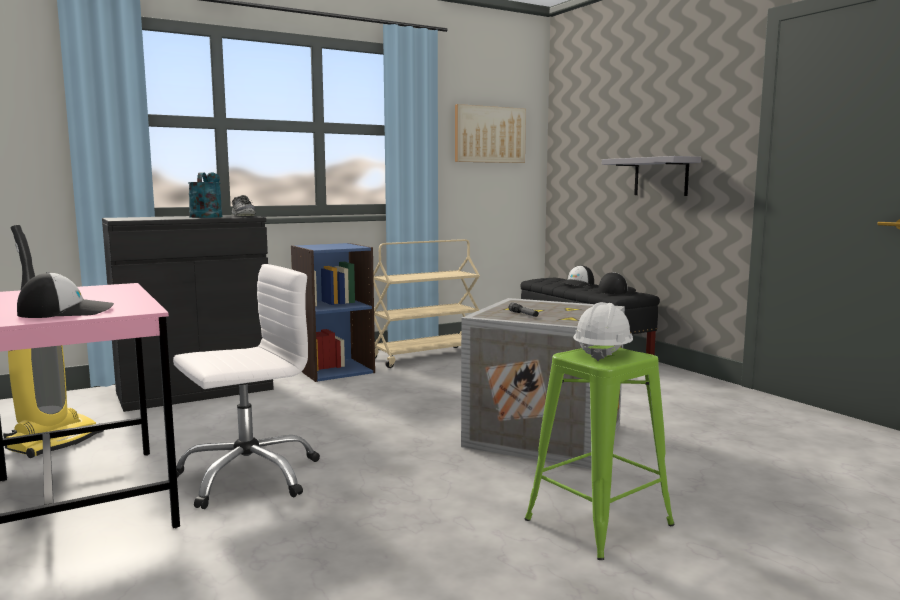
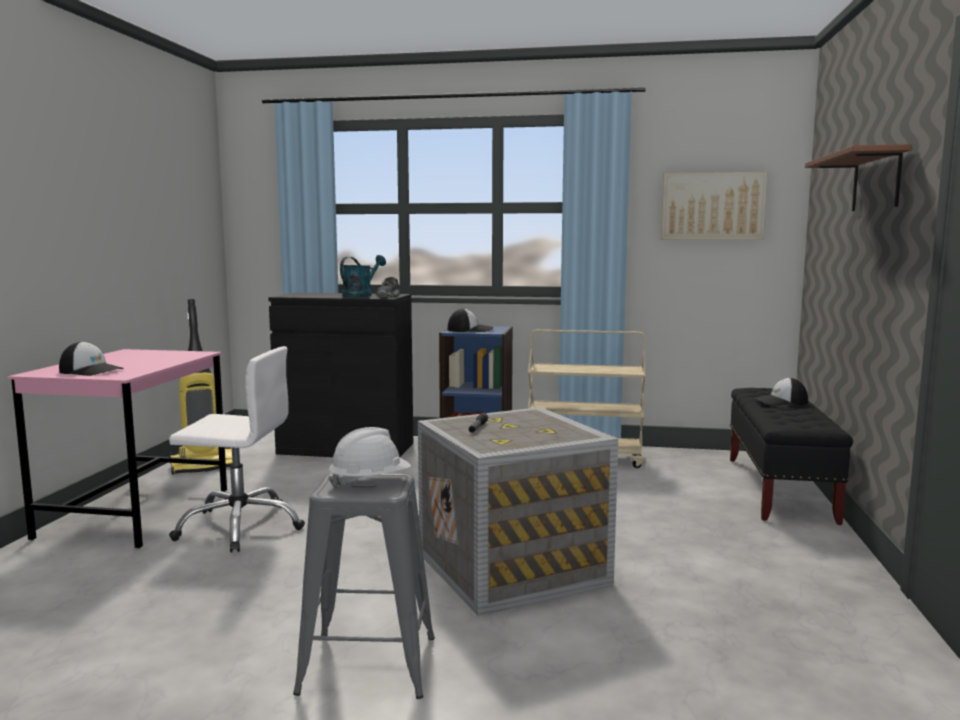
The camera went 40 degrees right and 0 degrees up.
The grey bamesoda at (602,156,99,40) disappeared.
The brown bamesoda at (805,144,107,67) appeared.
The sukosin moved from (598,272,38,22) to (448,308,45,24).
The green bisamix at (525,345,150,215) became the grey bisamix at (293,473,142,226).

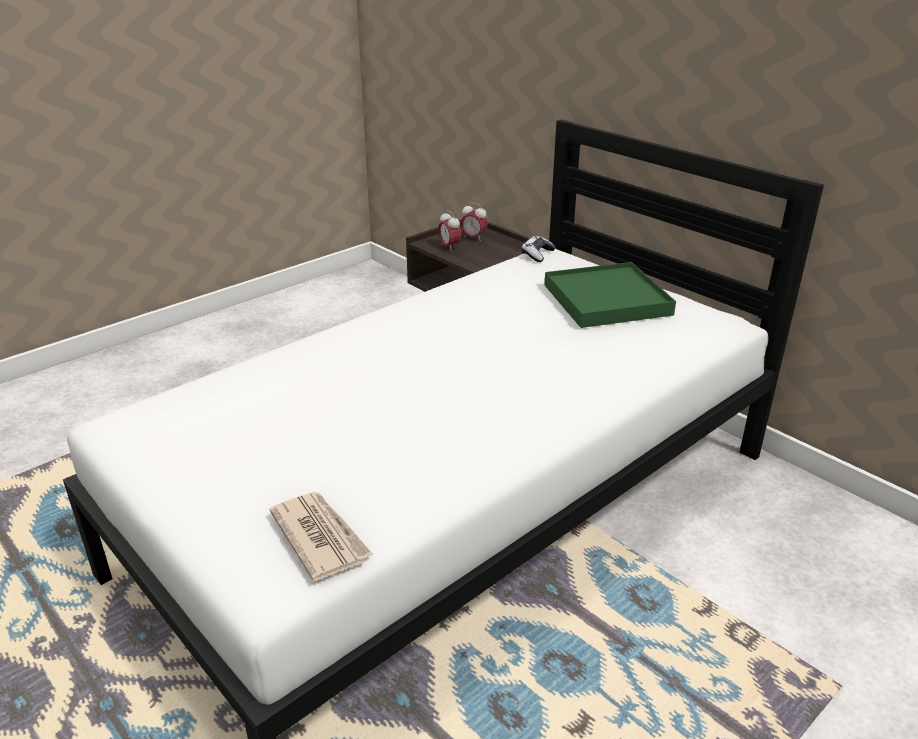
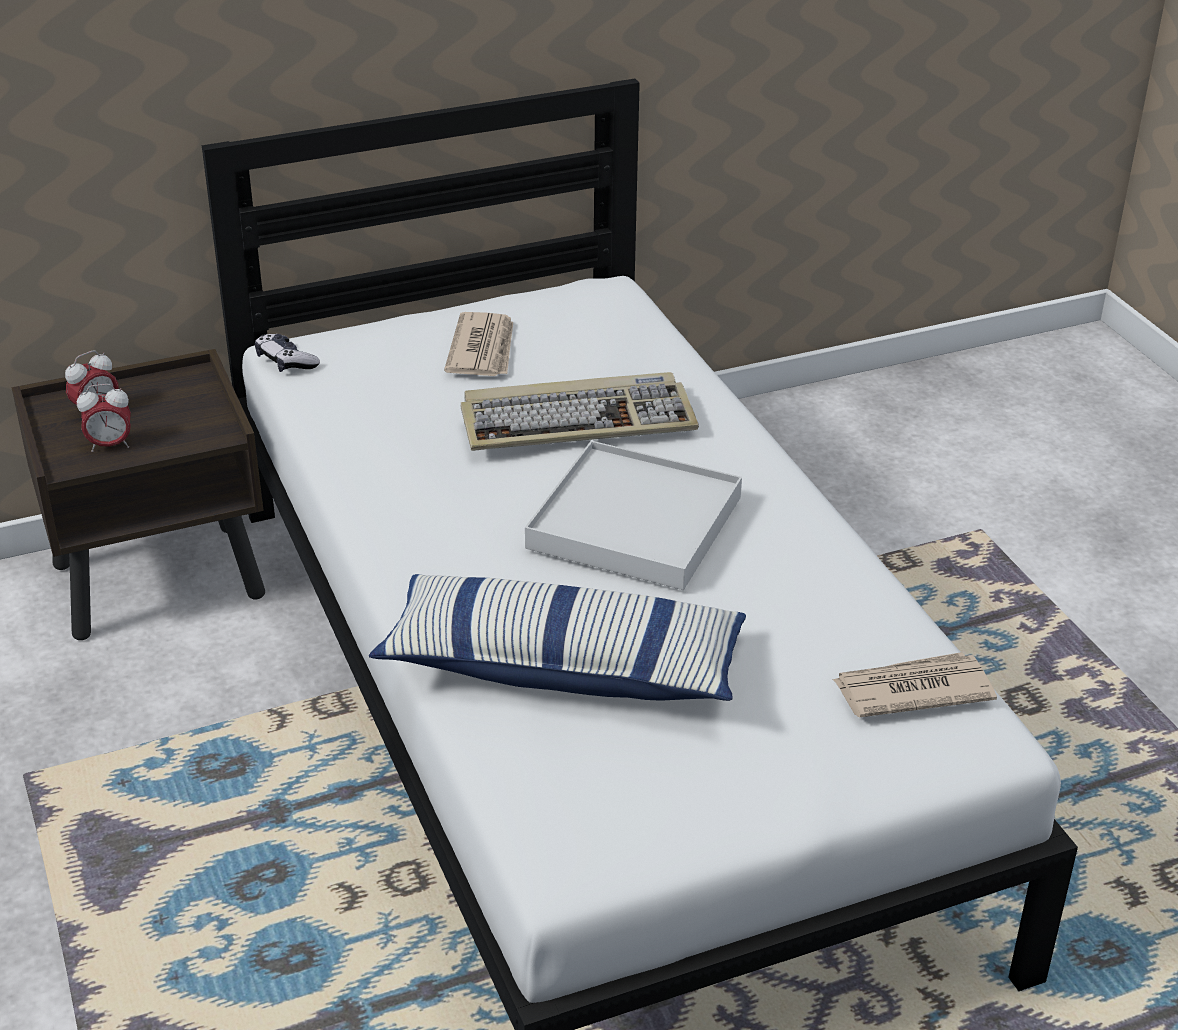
The camera went 70 degrees left and 5 degrees up.
The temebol at (369,574,377,127) appeared.
The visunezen at (460,372,239,79) appeared.
The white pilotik at (525,441,217,149) appeared.
The green pilotik at (544,262,132,66) was replaced by the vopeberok at (444,312,69,64).

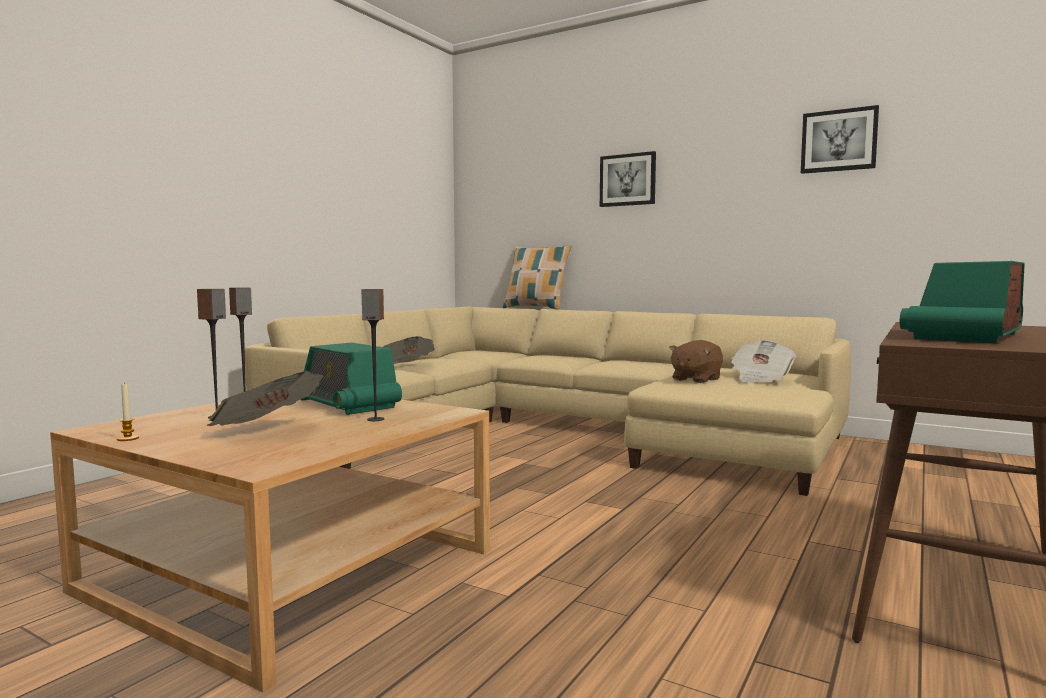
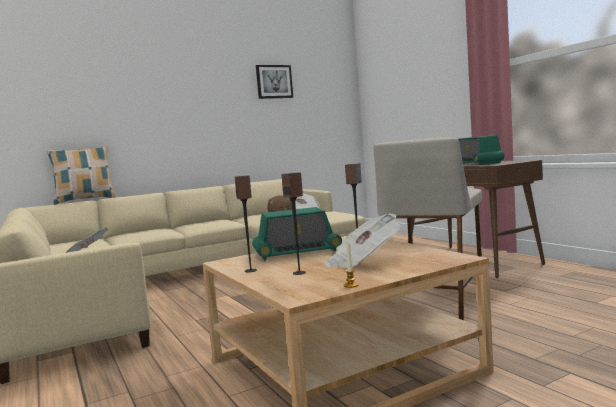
The camera went 60 degrees left and 0 degrees up.
The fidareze at (600,151,56,56) disappeared.
The beige bisamix at (374,137,108,183) appeared.

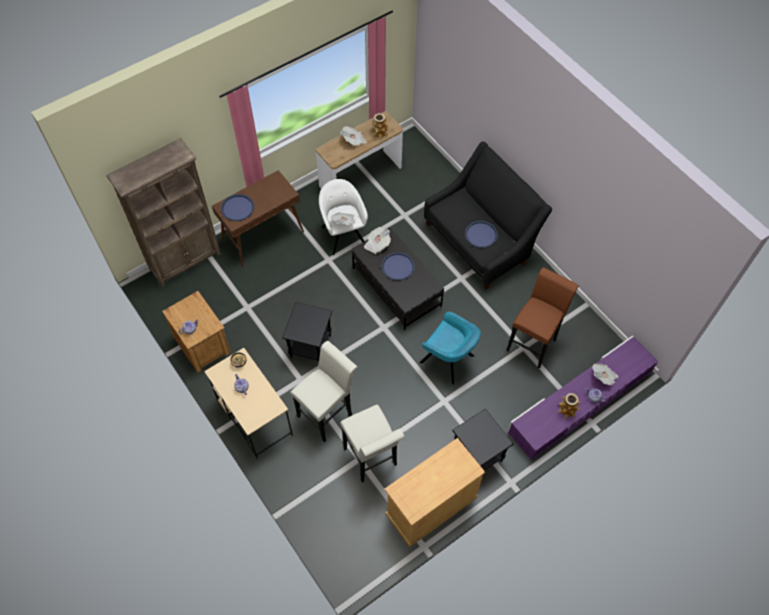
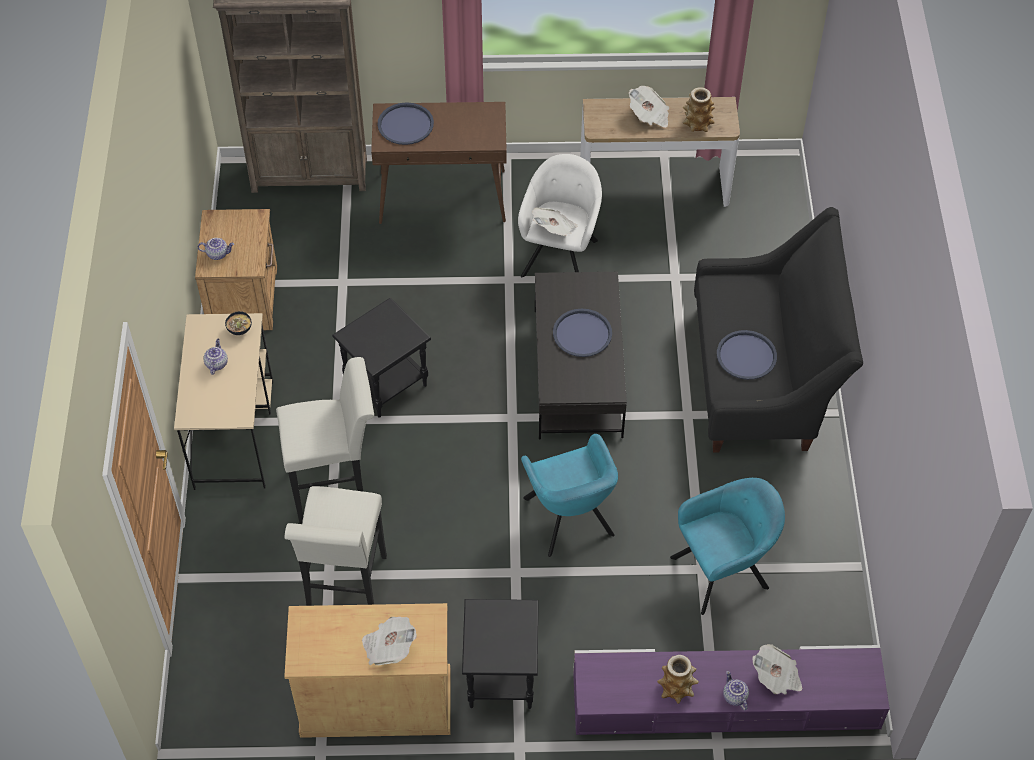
The camera went 35 degrees right and 5 degrees down.
The vopeberok moved from (364,227,27,27) to (362,616,55,49).
The brown bisamix at (506,267,73,102) was replaced by the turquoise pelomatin at (670,478,115,137).

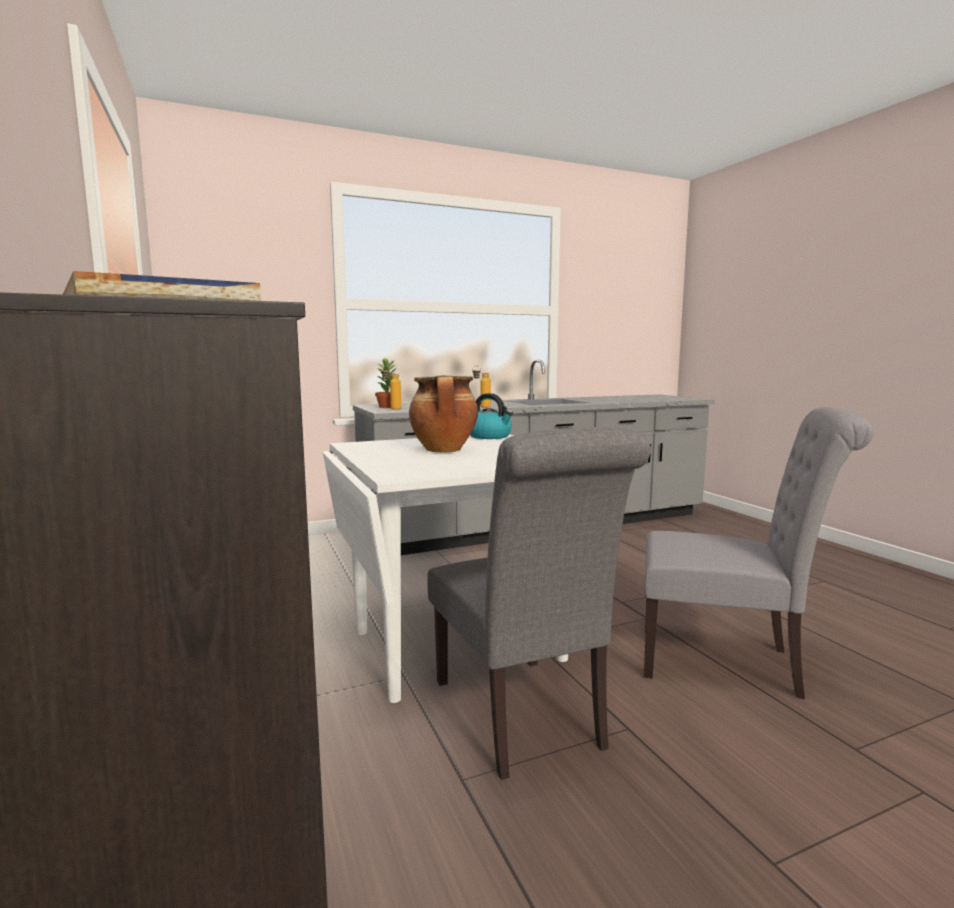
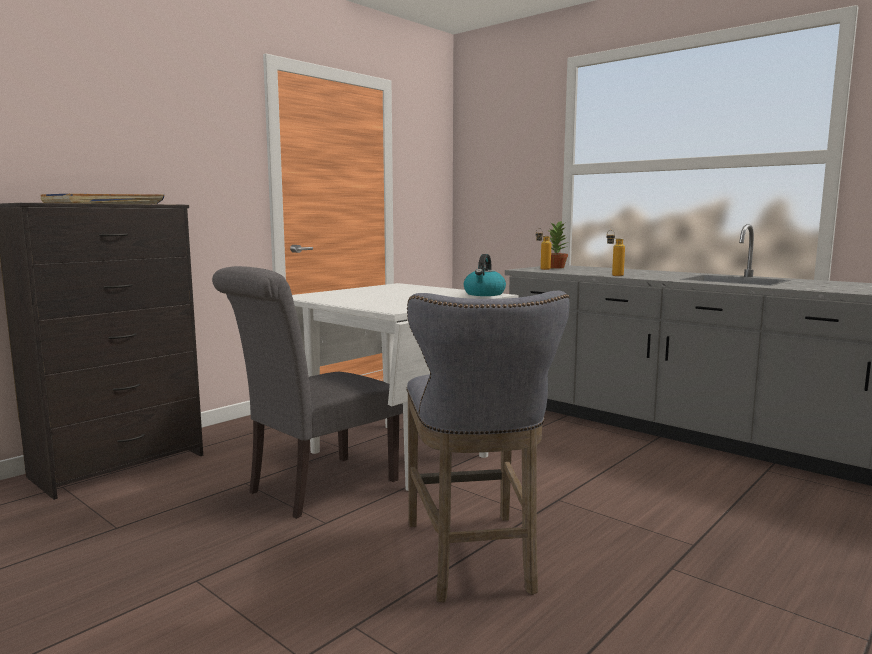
The camera went 65 degrees right and 0 degrees up.
The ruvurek at (409,375,69,77) disappeared.
The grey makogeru at (644,407,230,292) was replaced by the grey bisamix at (406,291,163,312).

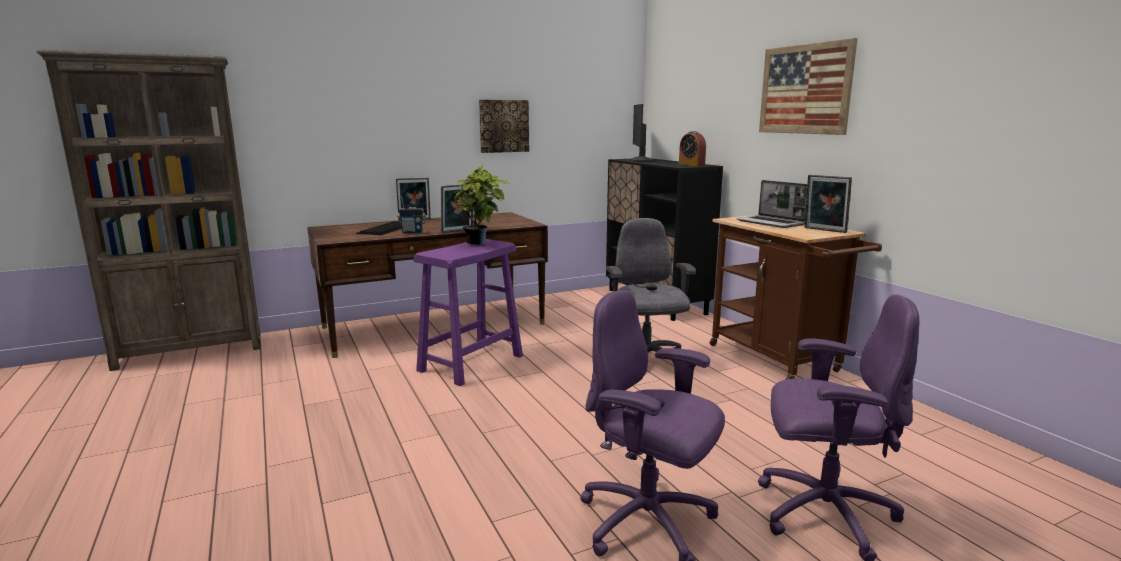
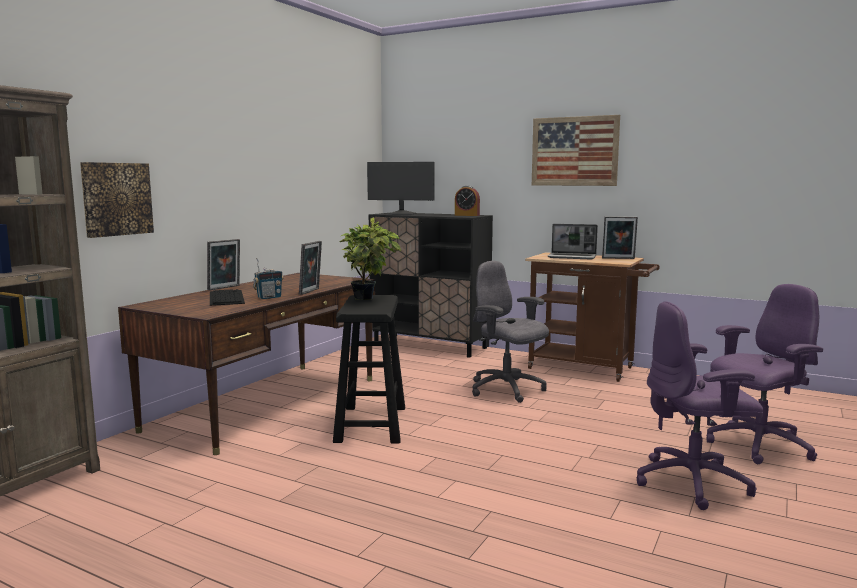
The camera went 35 degrees left and 5 degrees down.
The fidareze moved from (479,100,50,53) to (80,162,74,76).
The purple bisamix at (413,239,110,147) became the black bisamix at (333,295,72,148).
The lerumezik at (631,104,23,57) turned 45 degrees counterclockwise.

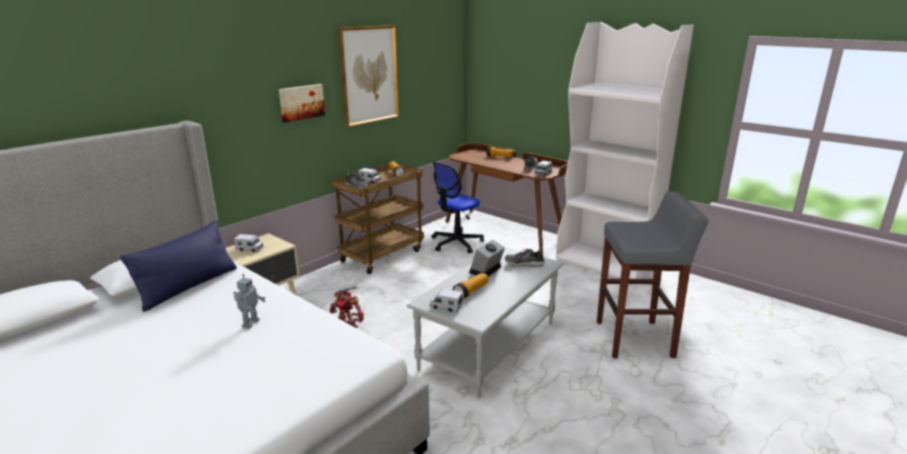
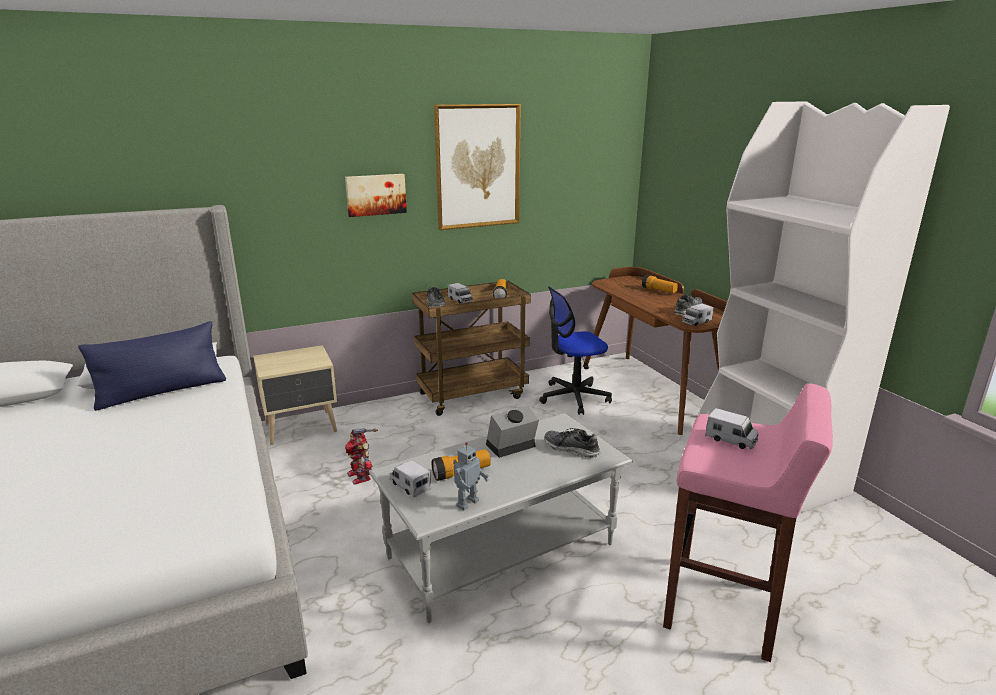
The camera went 25 degrees right and 0 degrees up.
The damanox moved from (233,274,33,55) to (453,442,36,68).
The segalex moved from (234,234,30,18) to (705,408,53,41).
The grey bisamix at (597,191,111,167) became the pink bisamix at (663,383,170,279).

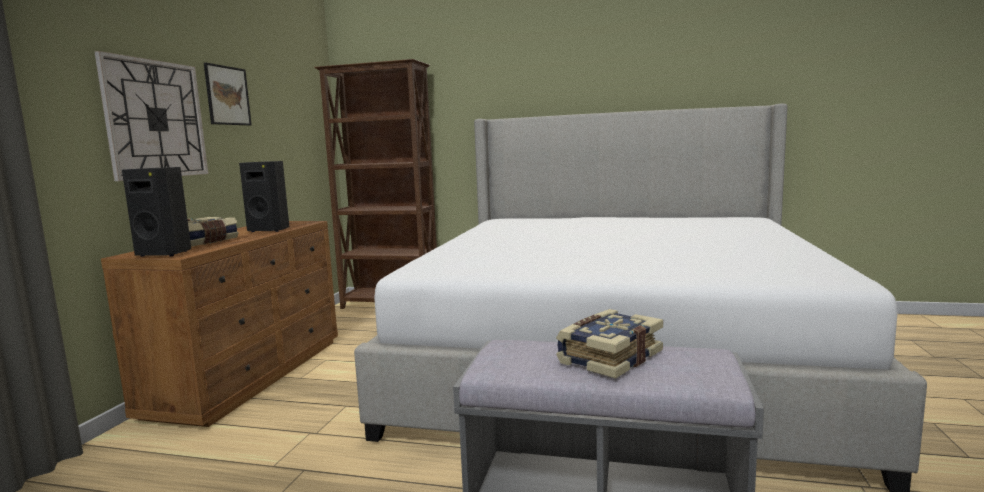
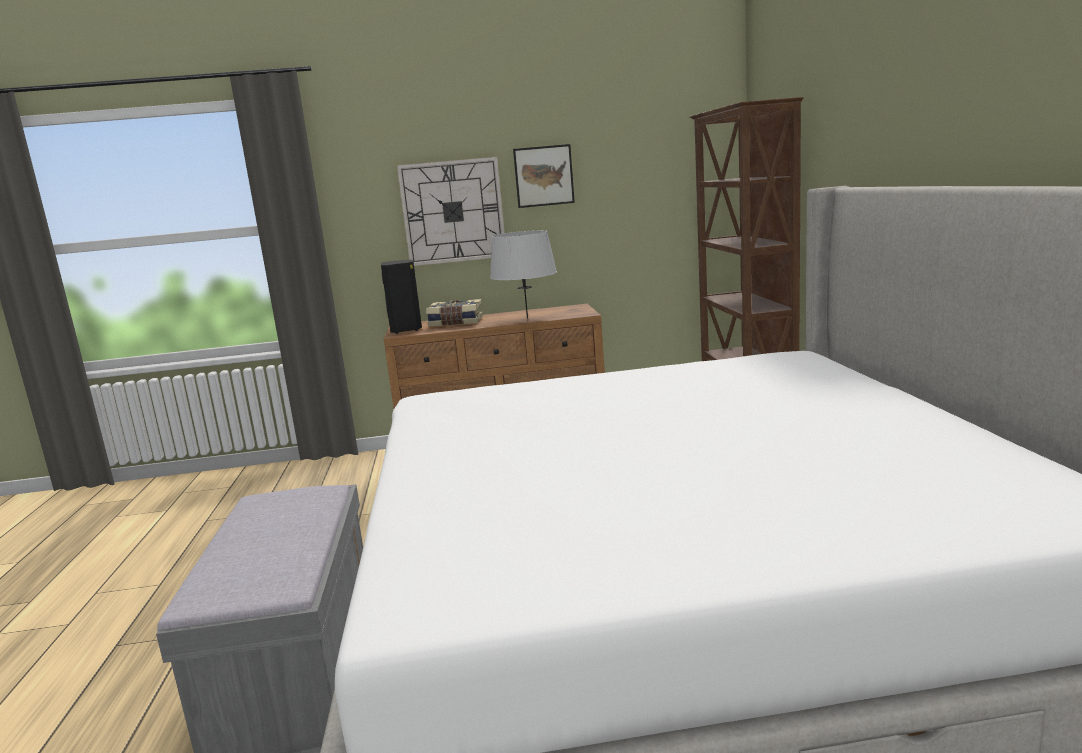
The camera went 70 degrees right and 5 degrees up.
The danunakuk at (556,309,107,70) disappeared.
The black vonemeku at (239,161,50,71) was replaced by the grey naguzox at (490,230,67,89).

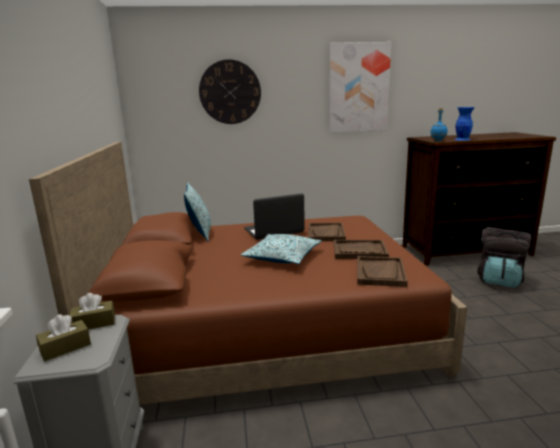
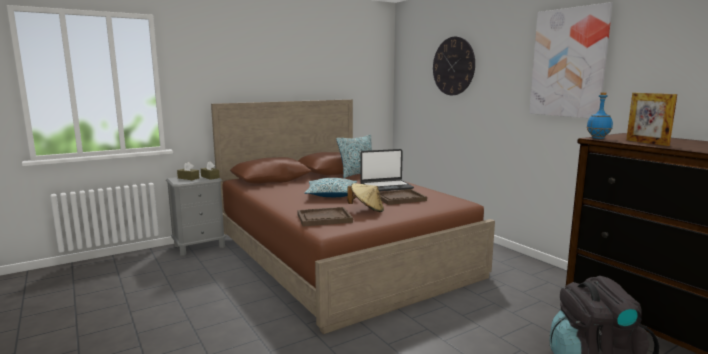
The camera went 65 degrees right and 5 degrees down.
The brown pilotik at (334,240,55,19) was replaced by the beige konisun at (347,183,37,29).
The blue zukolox at (454,107,20,34) was replaced by the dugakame at (626,93,51,53).
The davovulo at (244,193,61,47) turned 120 degrees clockwise.

